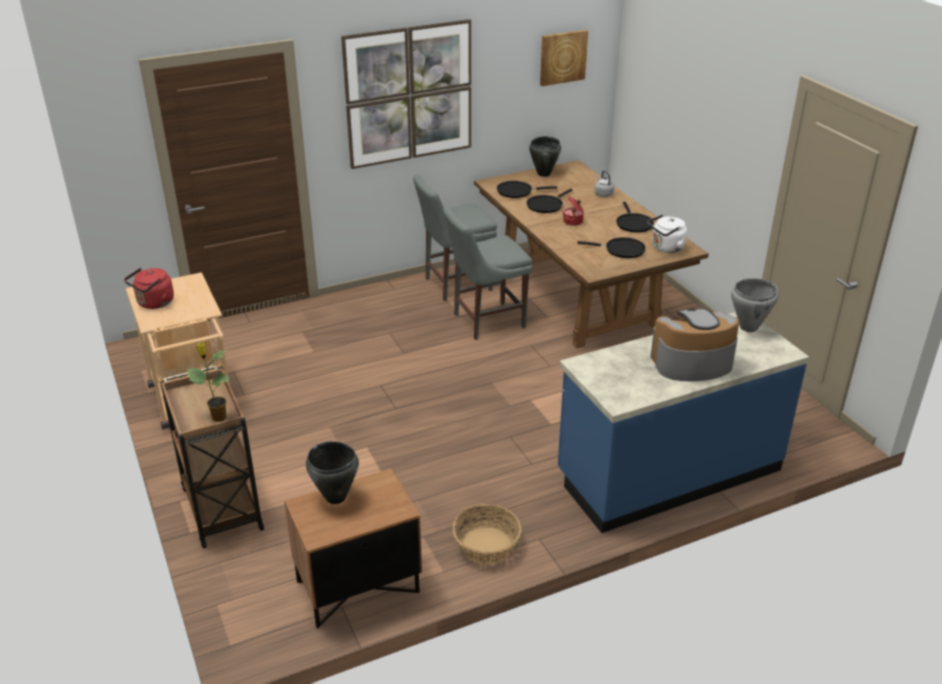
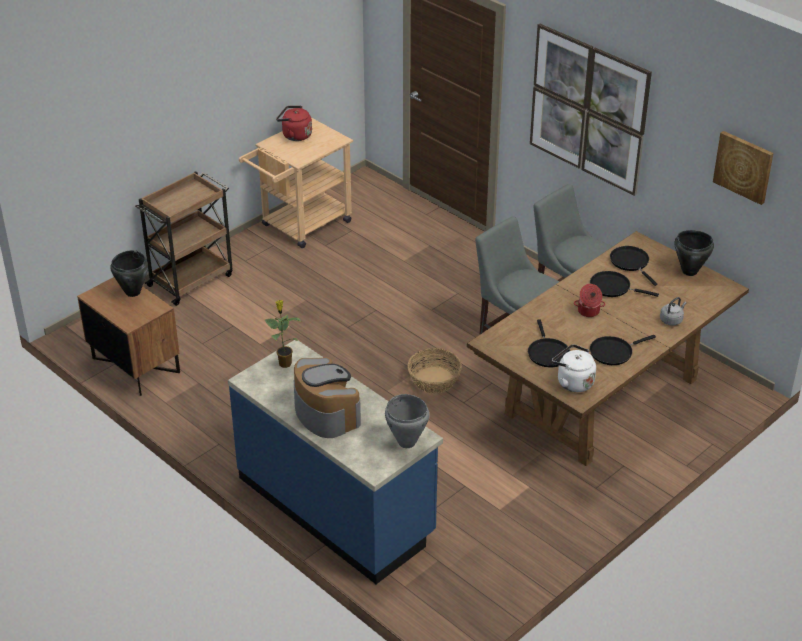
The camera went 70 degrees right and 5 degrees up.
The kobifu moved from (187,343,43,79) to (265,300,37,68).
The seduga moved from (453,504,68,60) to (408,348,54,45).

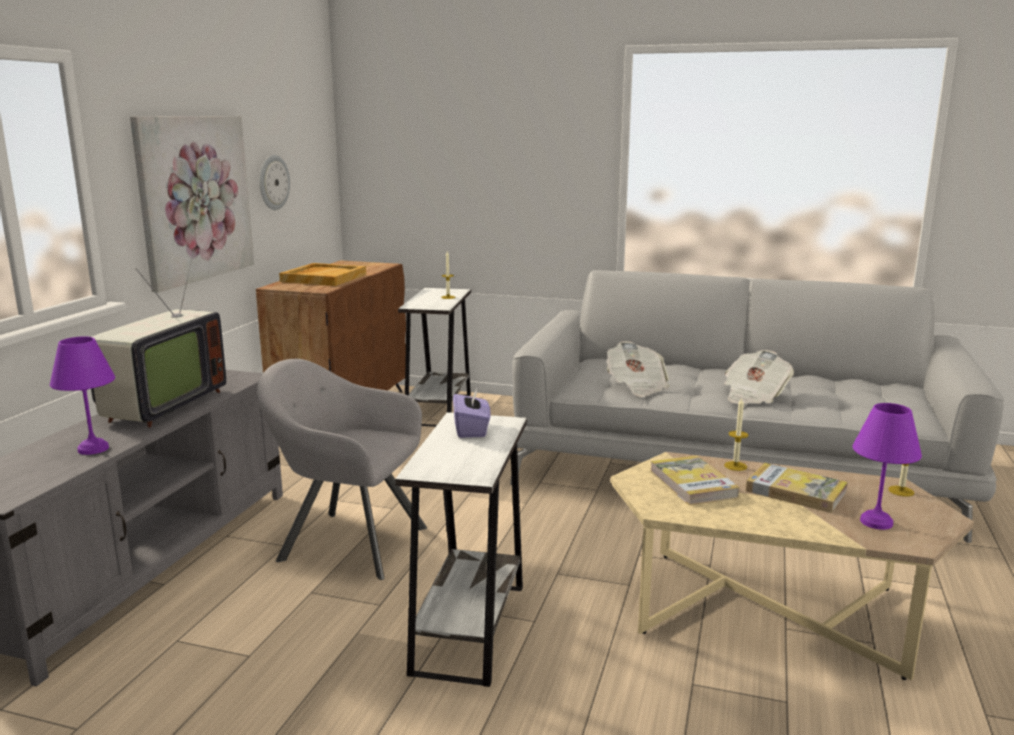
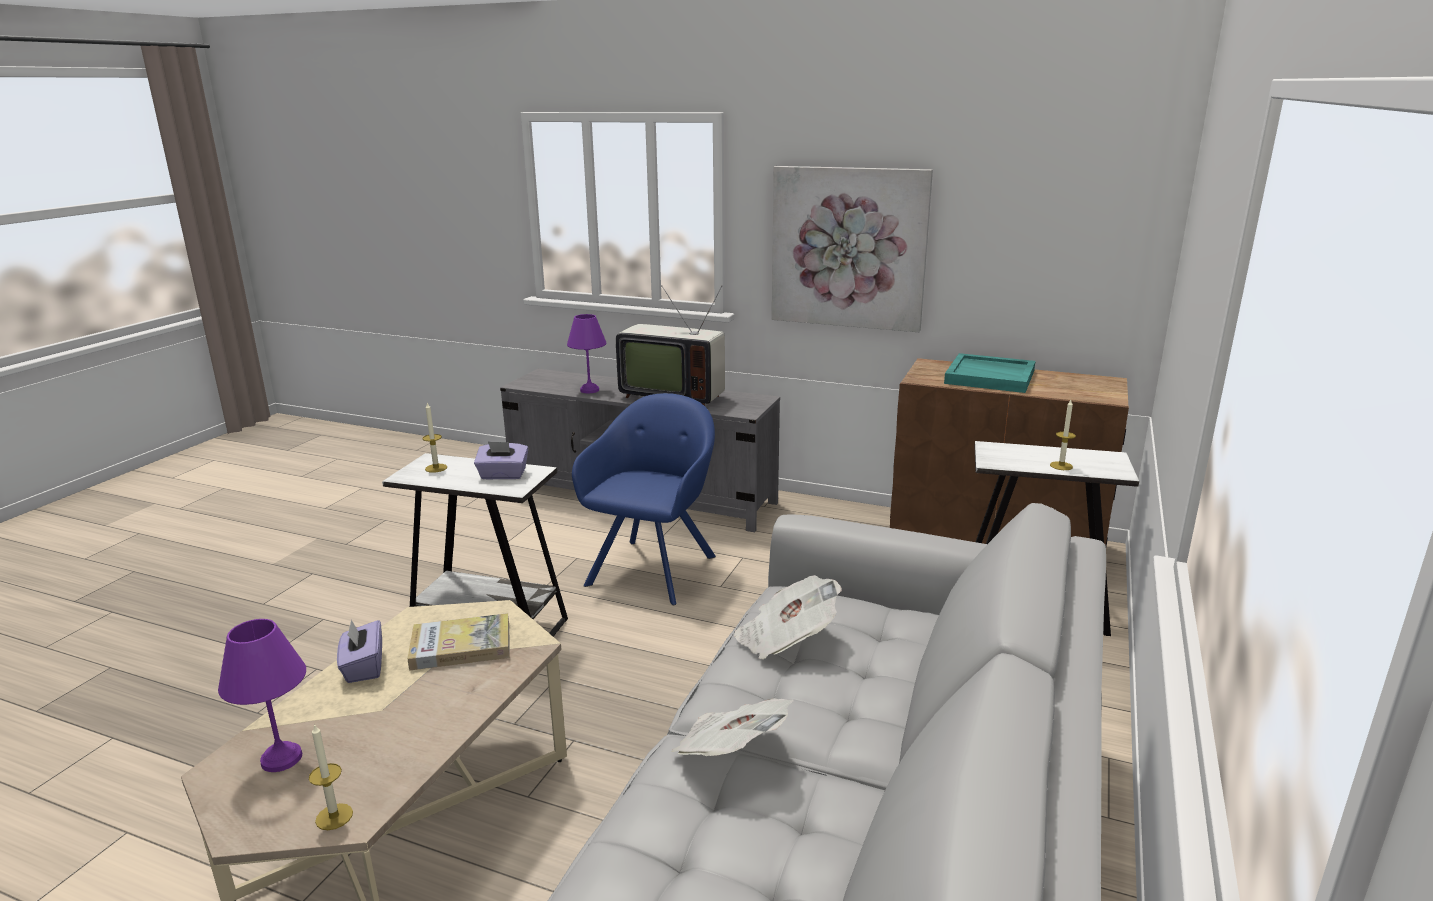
The camera went 95 degrees right and 5 degrees up.
The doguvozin at (260,155,30,55) disappeared.
The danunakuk at (746,463,102,50) disappeared.
The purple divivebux at (337,620,45,63) appeared.
The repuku moved from (724,397,25,74) to (422,403,25,70).
The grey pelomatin at (257,359,170,221) became the blue pelomatin at (572,393,144,212).
The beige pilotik at (279,263,87,23) became the turquoise pilotik at (944,353,91,40).

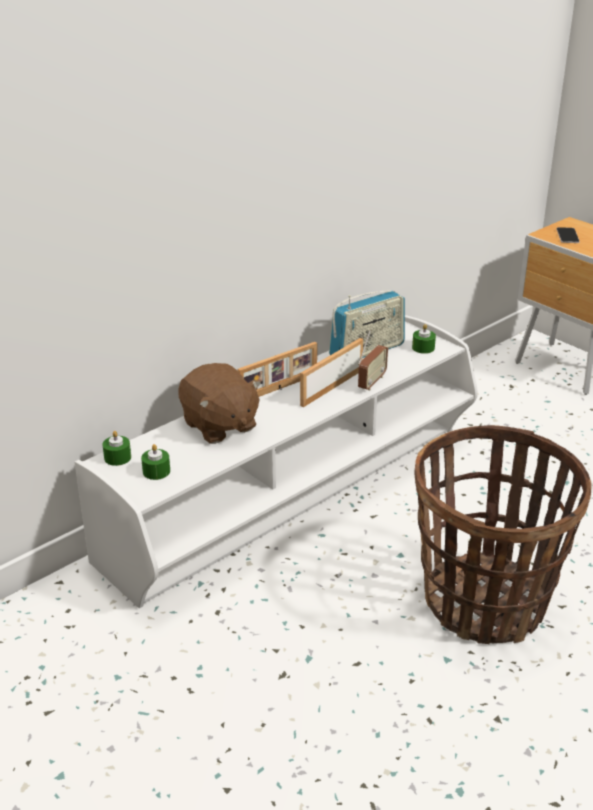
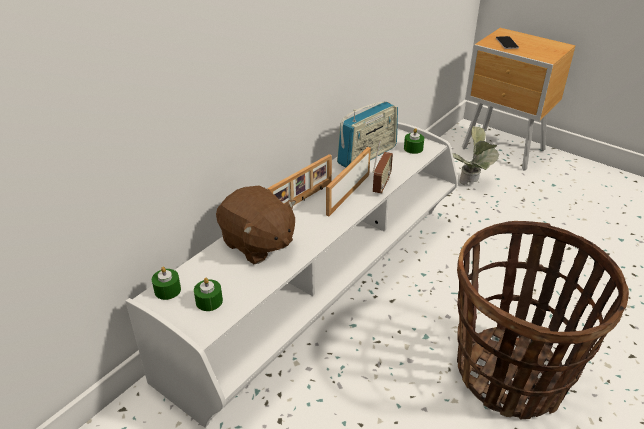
The camera went 10 degrees left and 5 degrees up.
The kobifu at (453,126,46,59) appeared.

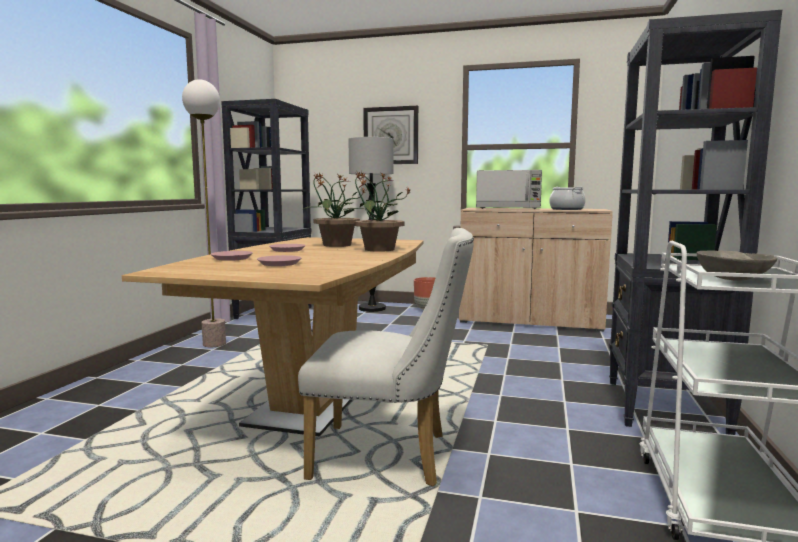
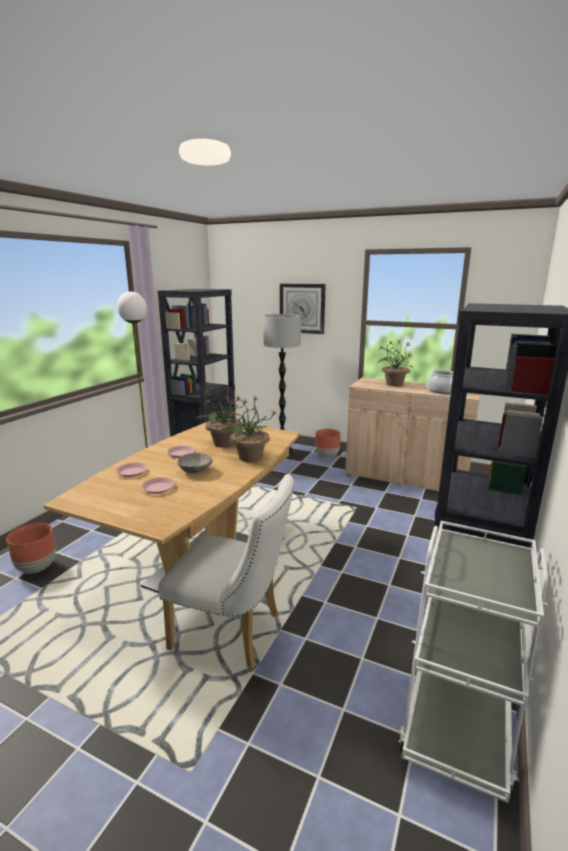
The camera went 10 degrees right and 10 degrees up.
The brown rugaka at (6,523,50,51) appeared.
The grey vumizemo moved from (697,250,80,31) to (177,453,36,21).
The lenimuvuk at (476,170,66,39) was replaced by the kobifu at (378,340,35,46).

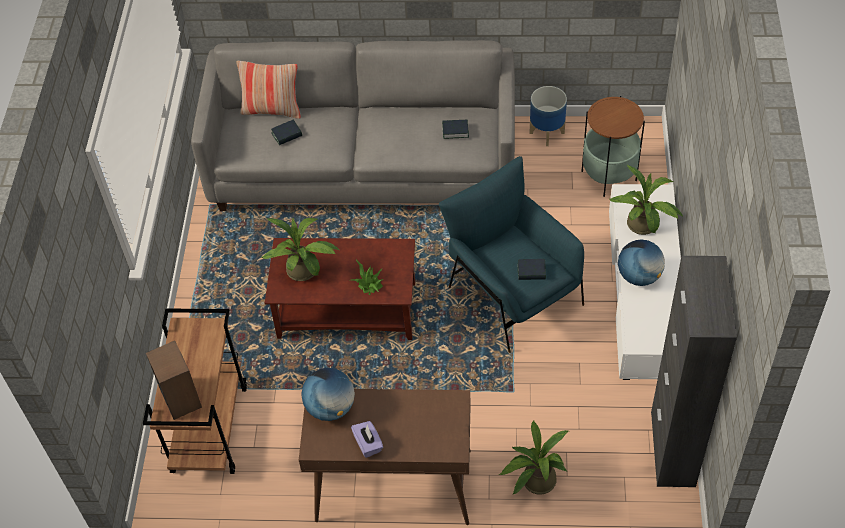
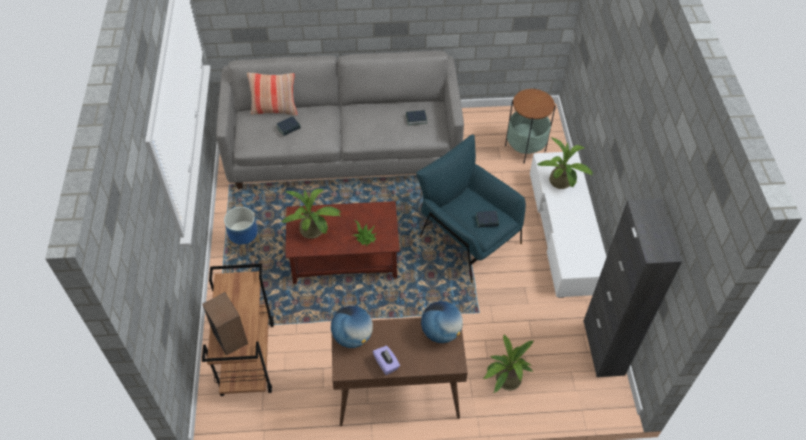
The camera went 10 degrees left and 0 degrees up.
The rugaka moved from (530,86,37,60) to (224,207,36,48).
The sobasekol moved from (618,239,47,47) to (421,301,42,42).

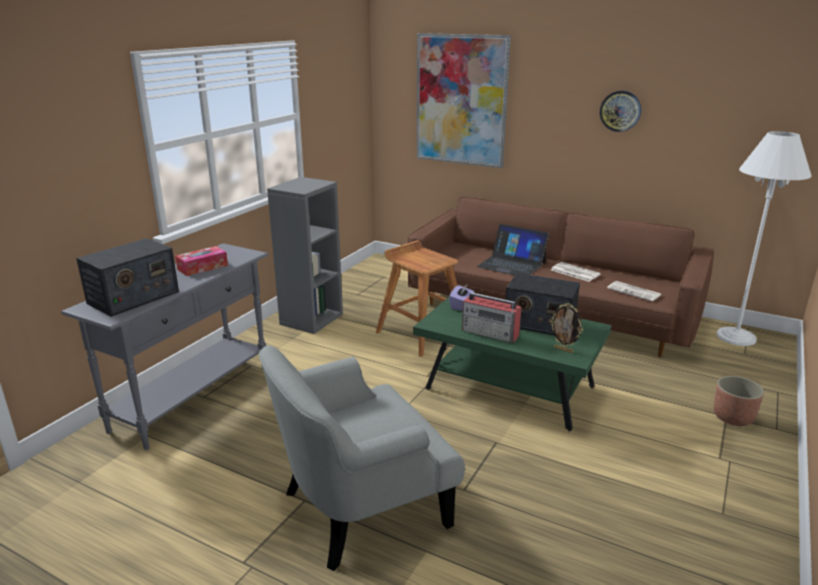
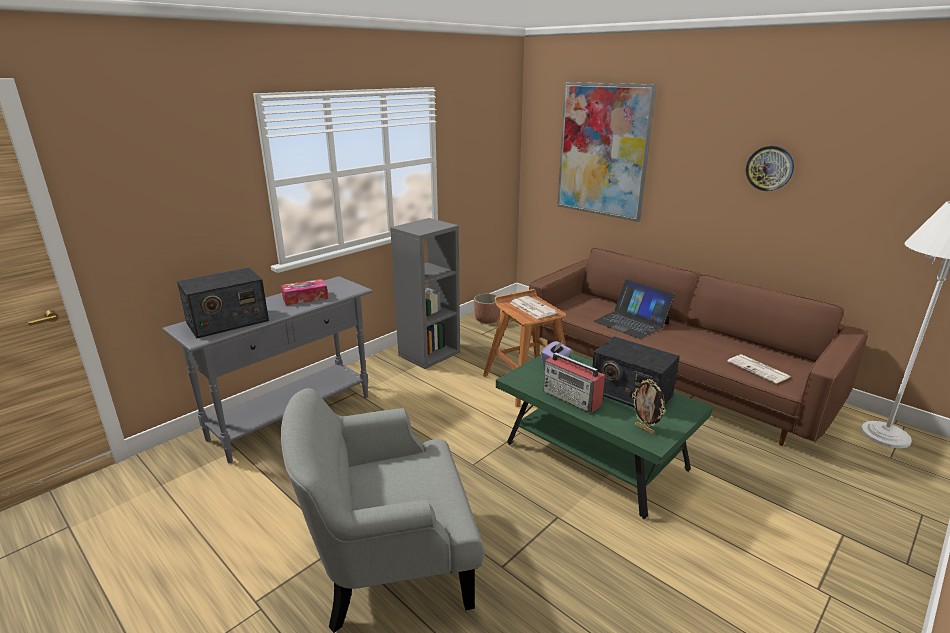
The camera went 15 degrees right and 0 degrees up.
The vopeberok moved from (551,262,50,20) to (510,296,47,23).
The rugaka moved from (714,376,50,50) to (474,293,27,30).

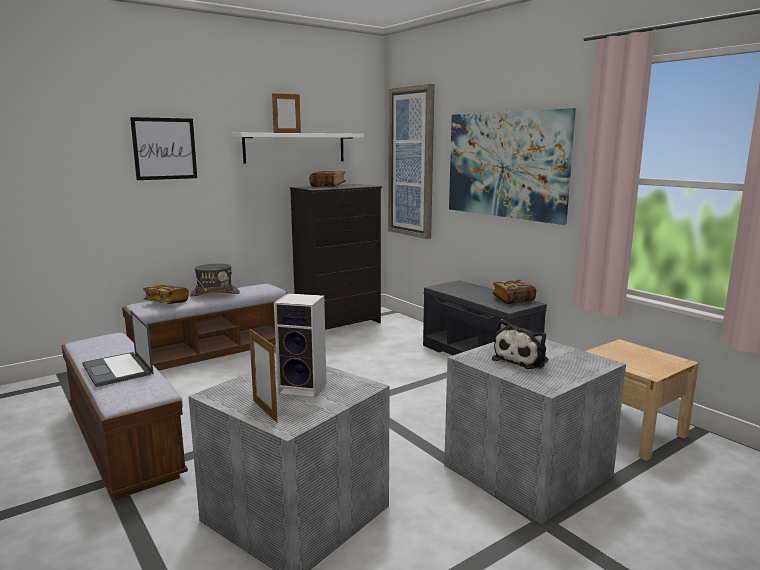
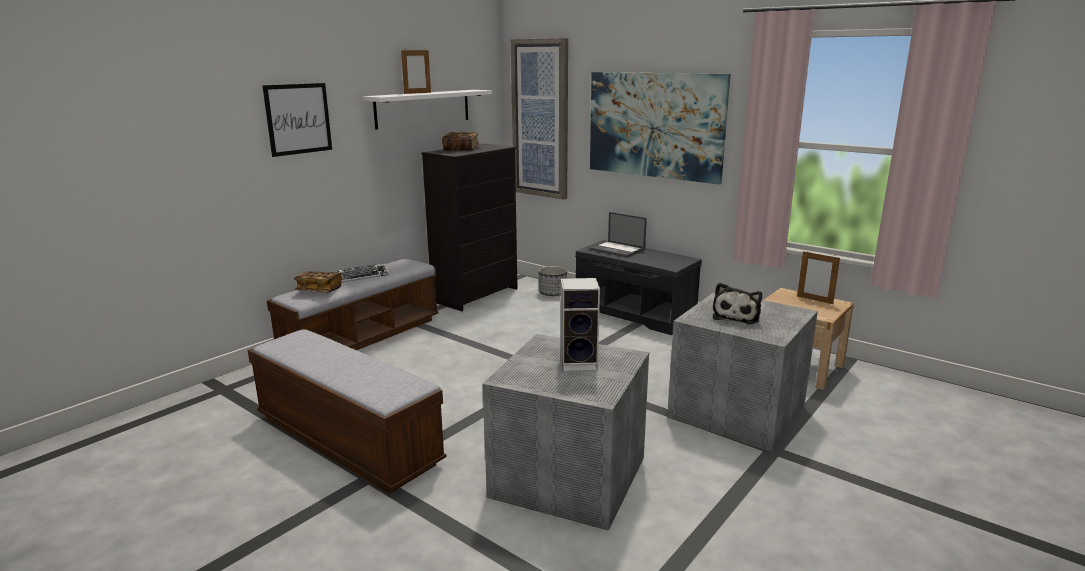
The camera went 15 degrees left and 5 degrees up.
The danunakuk at (492,280,44,24) disappeared.
The rugaka at (538,266,29,30) appeared.
The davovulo moved from (82,310,72,77) to (589,212,58,46).
The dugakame moved from (249,328,29,95) to (797,251,43,53).
The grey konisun at (190,264,50,33) was replaced by the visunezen at (336,263,53,20).

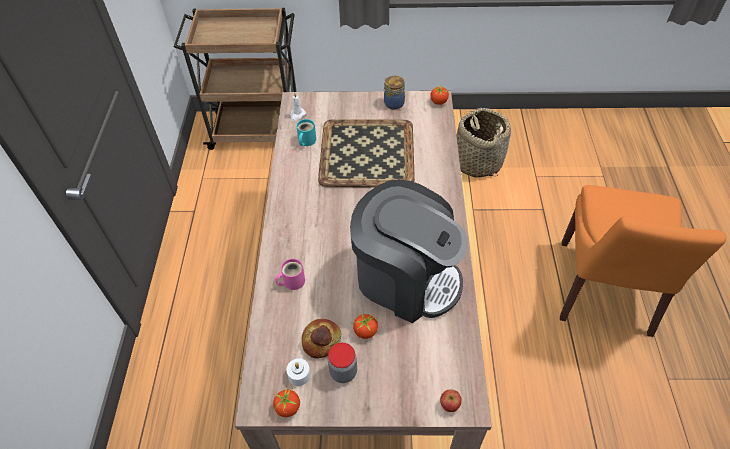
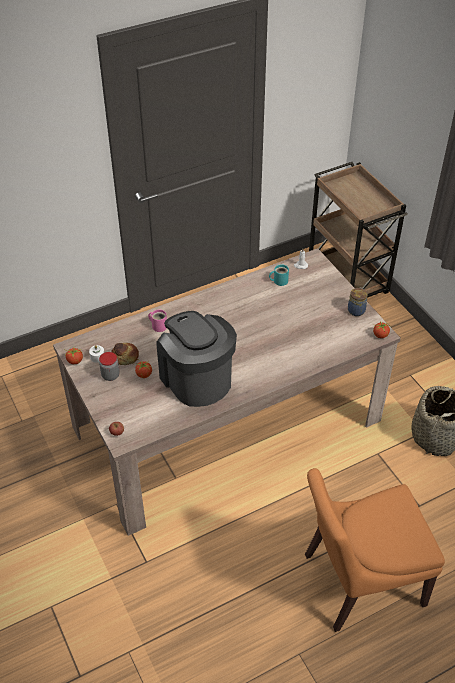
The camera went 60 degrees right and 5 degrees down.
The pilotik at (318,119,97,69) disappeared.
The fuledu at (350,179,118,144) turned 150 degrees clockwise.

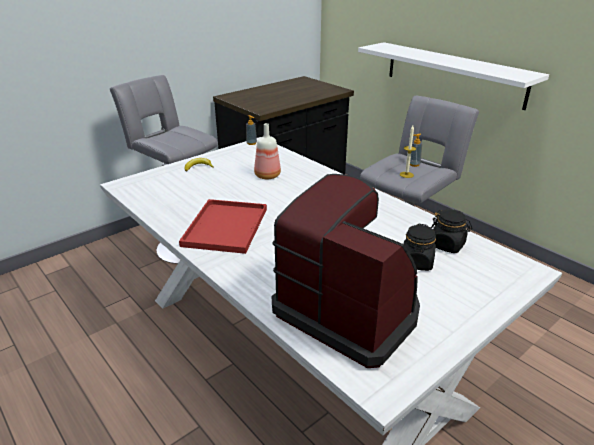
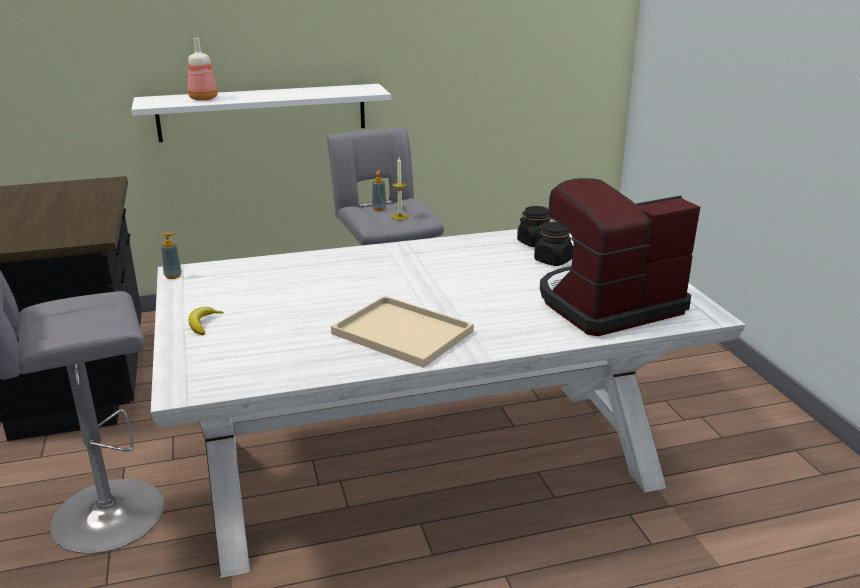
The camera went 65 degrees left and 5 degrees down.
The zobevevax moved from (254,123,27,56) to (188,38,30,63).
The red pilotik at (179,199,88,55) became the beige pilotik at (331,296,143,72).

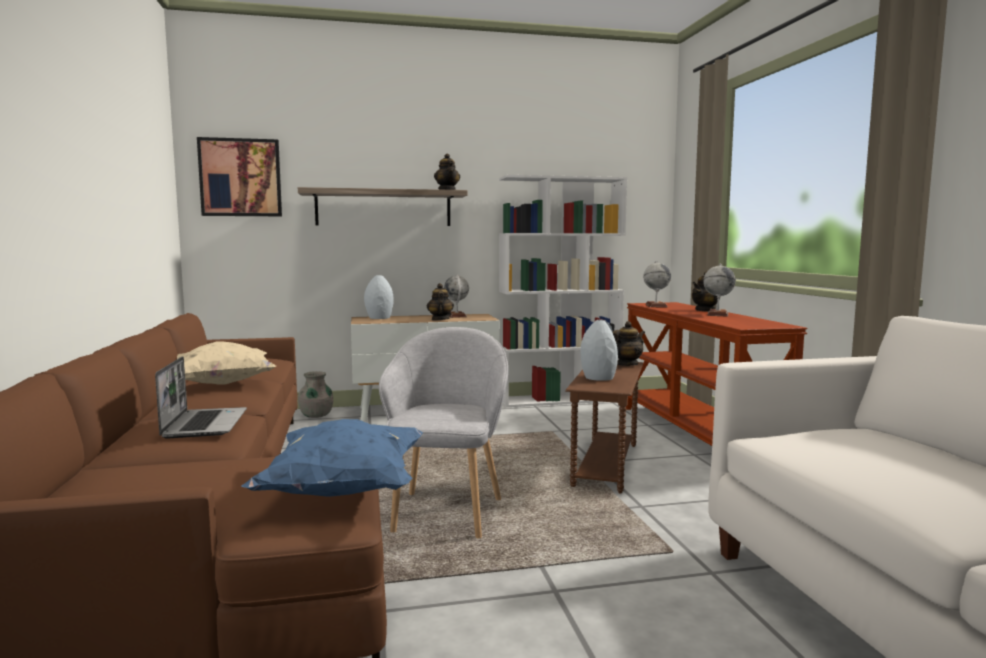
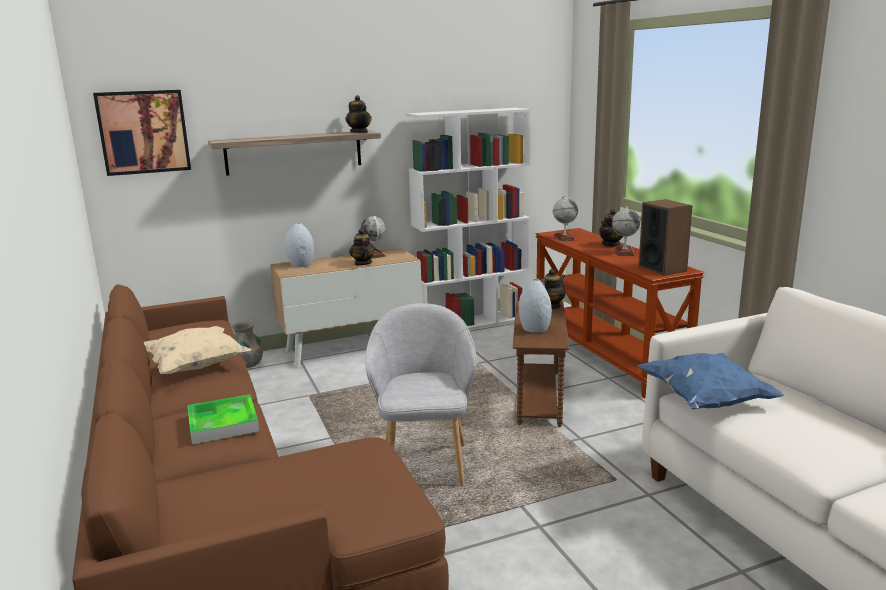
The camera went 10 degrees left and 10 degrees up.
The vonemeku at (638,199,55,77) appeared.
The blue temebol moved from (241,419,182,78) to (638,353,146,56).
The davovulo at (155,356,92,83) was replaced by the pilotik at (187,394,72,51).

